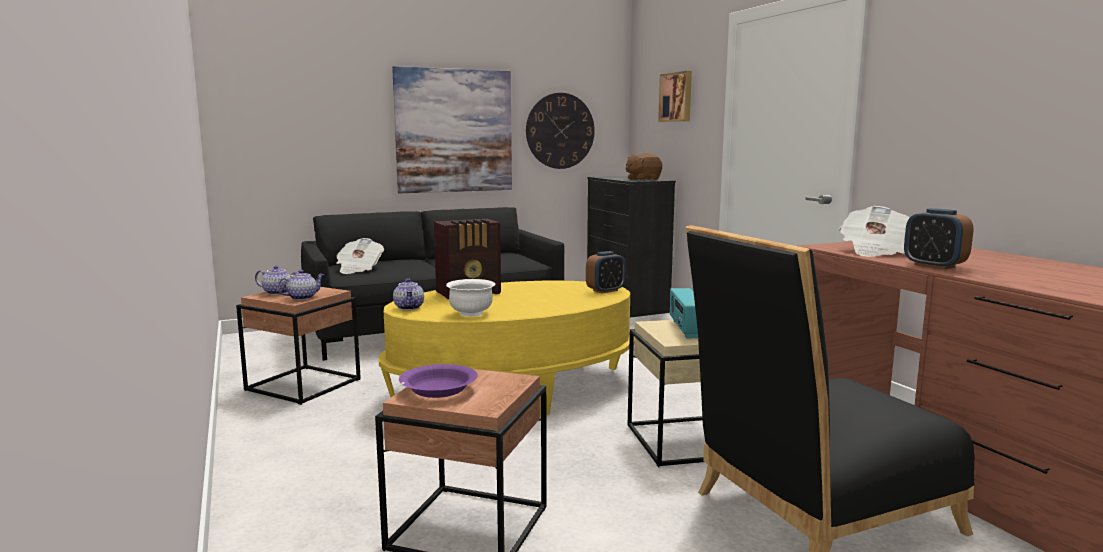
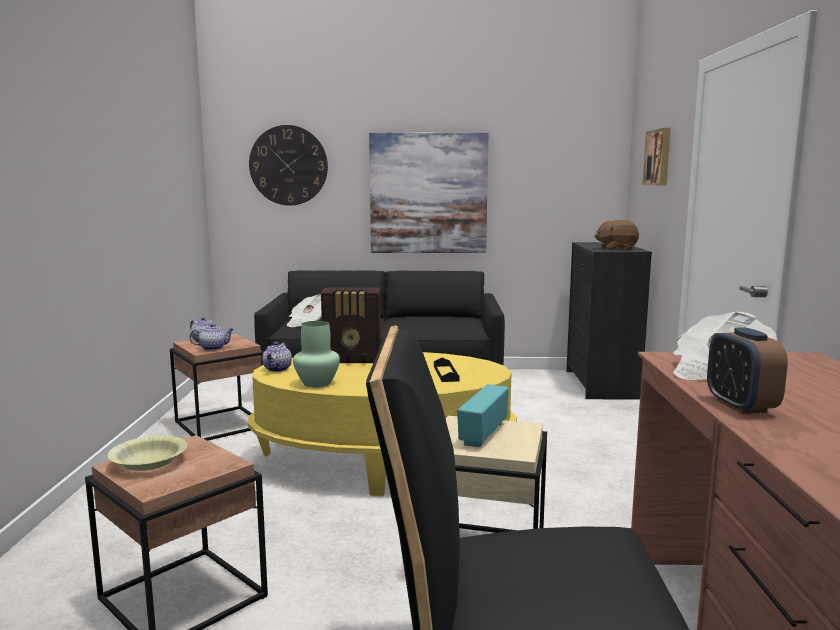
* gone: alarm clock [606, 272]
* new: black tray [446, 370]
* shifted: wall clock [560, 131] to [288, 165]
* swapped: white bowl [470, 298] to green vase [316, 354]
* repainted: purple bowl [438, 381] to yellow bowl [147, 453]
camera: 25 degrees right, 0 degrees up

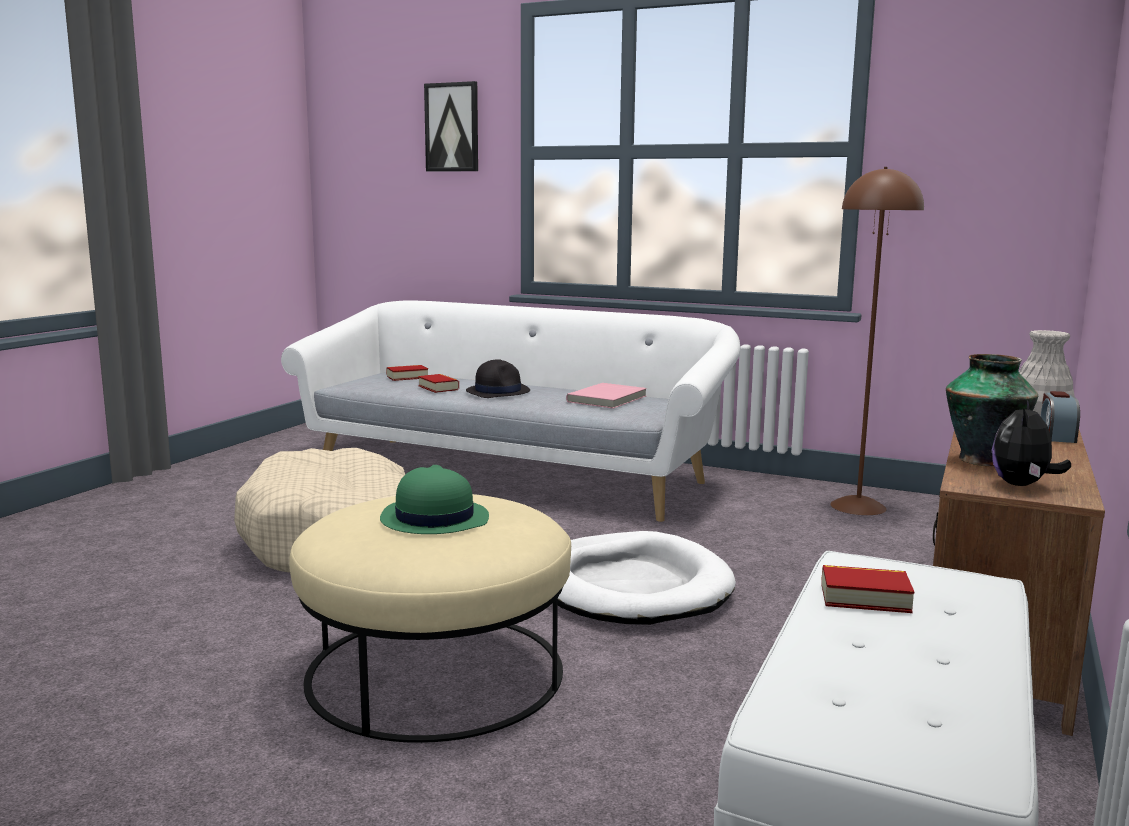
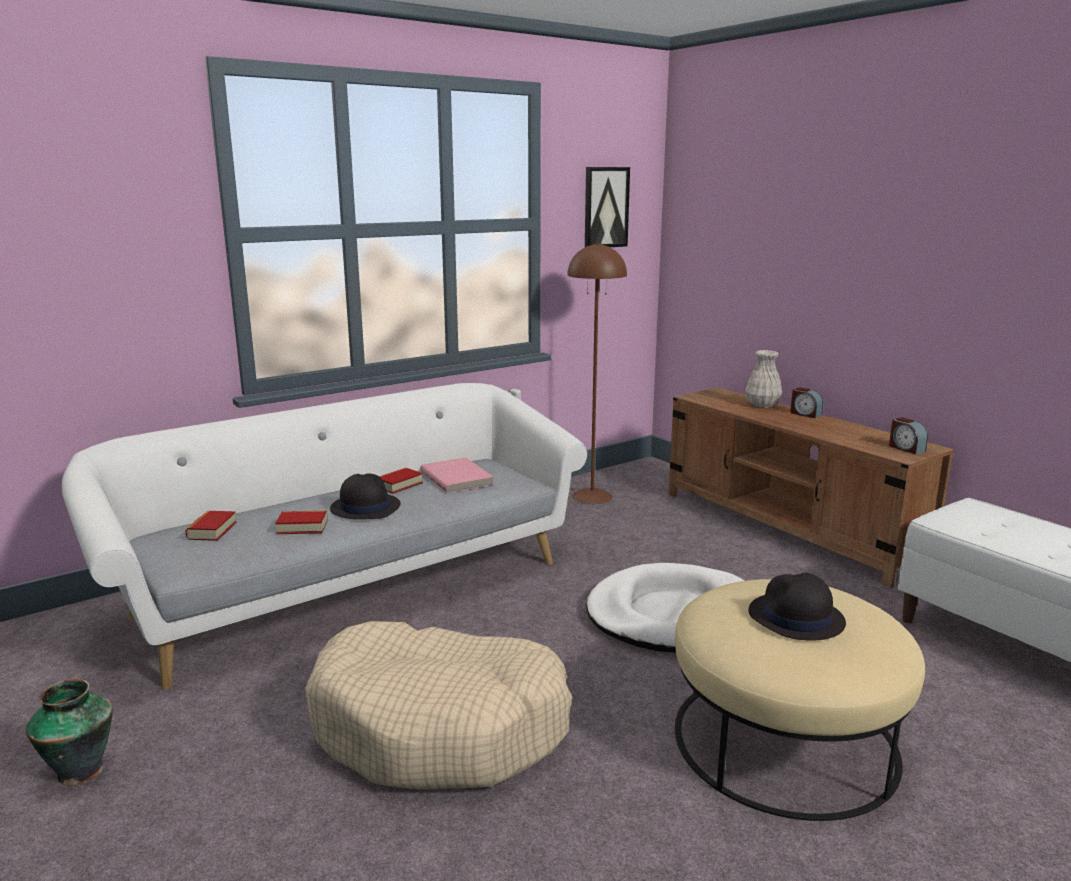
* shifted: picture [451, 126] to [607, 207]
* shifted: book [867, 589] to [401, 481]
* shifted: vase [992, 410] to [69, 732]
* swapped: plush toy [1031, 443] to alarm clock [908, 435]
* repainted: green hat [434, 499] to black hat [797, 607]
camera: 60 degrees left, 5 degrees up

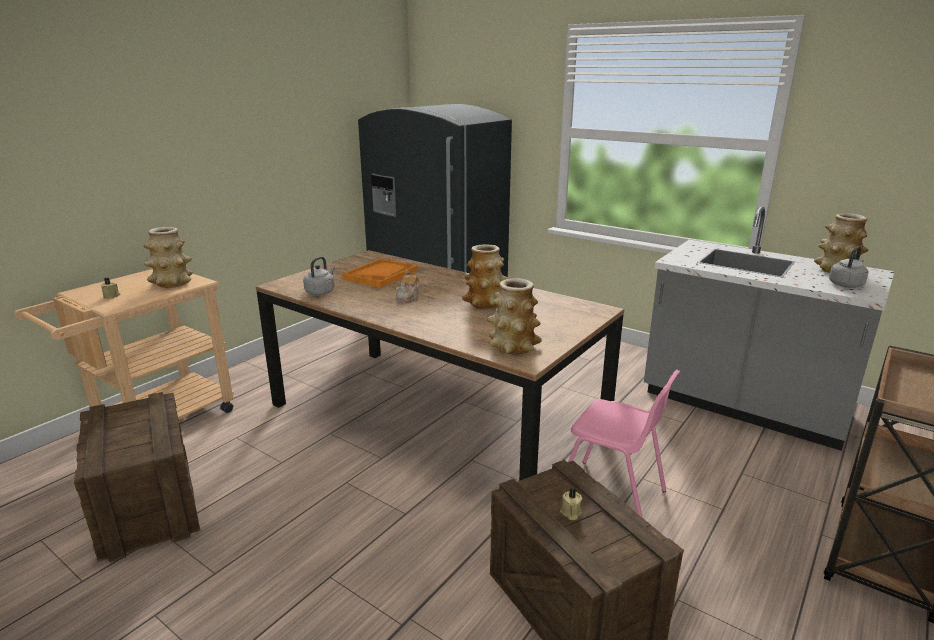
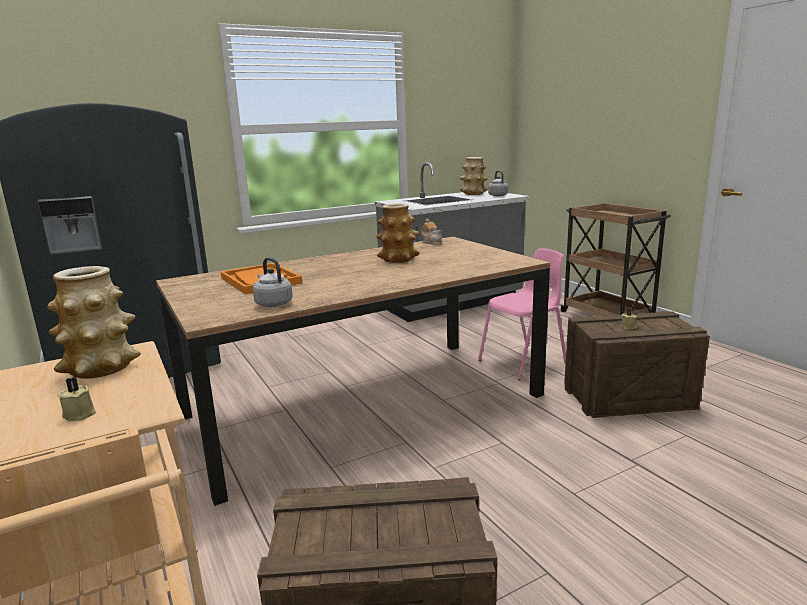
* gone: vase [514, 316]
* shifted: teapot [407, 286] to [431, 231]
camera: 65 degrees left, 5 degrees down

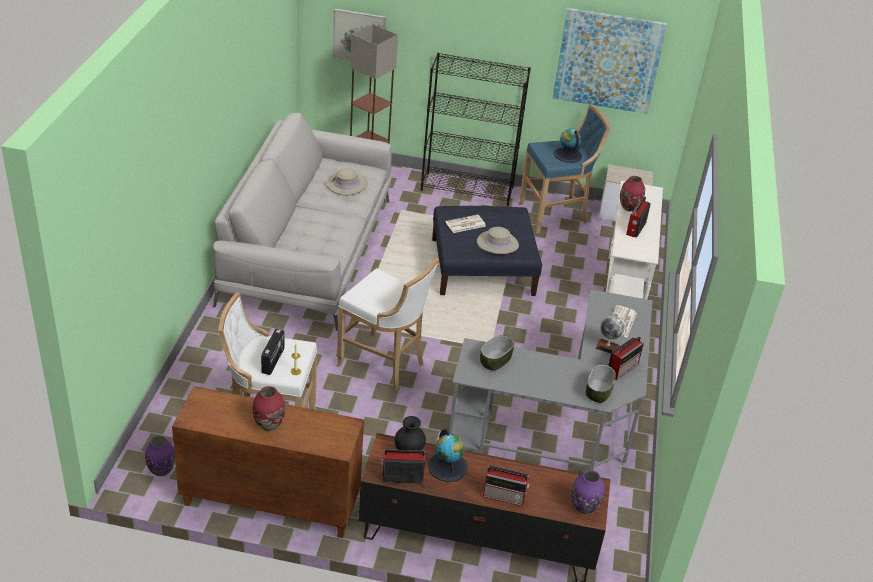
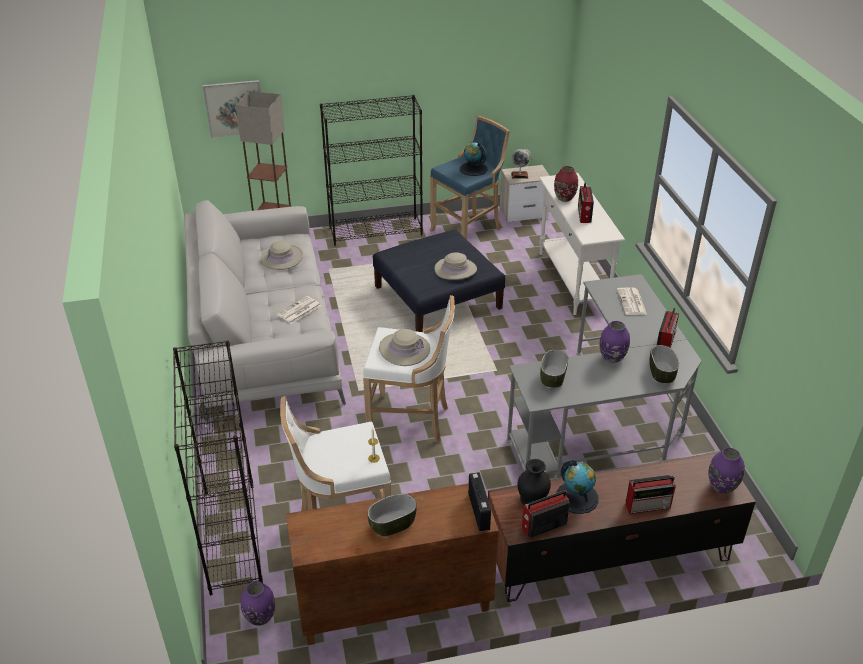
* gone: picture [610, 61]
* new: black bookcase [218, 467]
* new: beige hat [404, 347]
* new: purple vase [615, 342]
* shifted: radio [272, 352] to [479, 501]
* shifted: newspaper [465, 224] to [299, 310]
* shifted: globe [611, 334] to [521, 164]
* swapped: red vase [268, 408] to bowl [392, 515]
camera: 20 degrees left, 0 degrees up

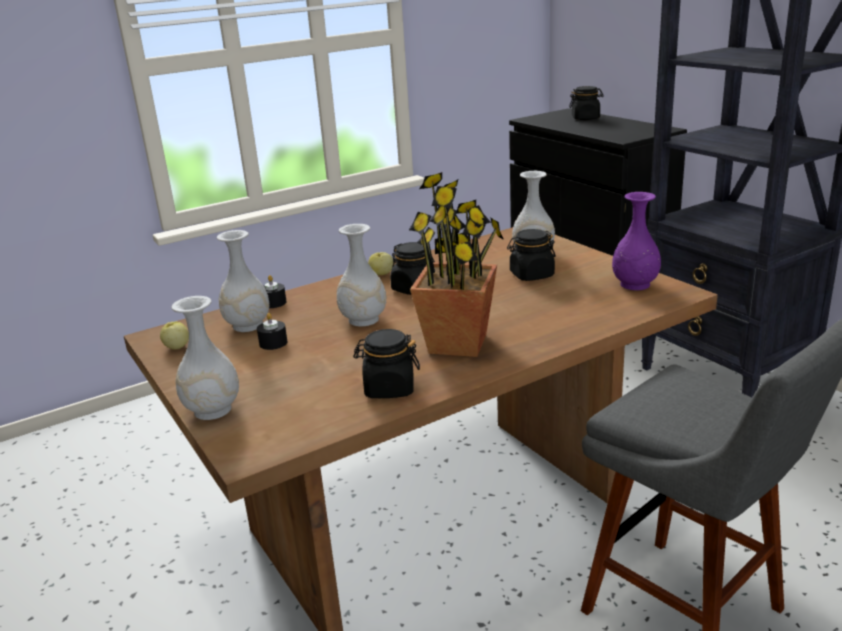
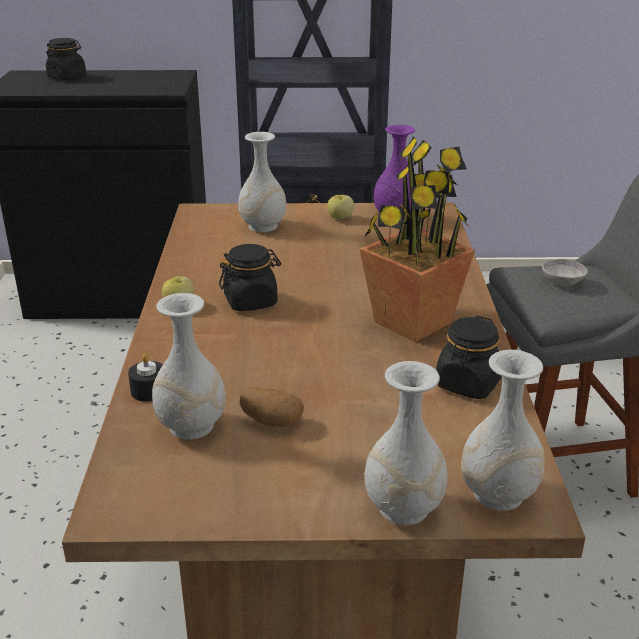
* gone: black jar [531, 255]
* new: grey bowl [565, 272]
* shifted: apple [174, 336] to [340, 207]
* shifted: white vase [362, 275] to [502, 430]
* swapped: black candle [272, 331] to potato [272, 407]
camera: 60 degrees left, 5 degrees up

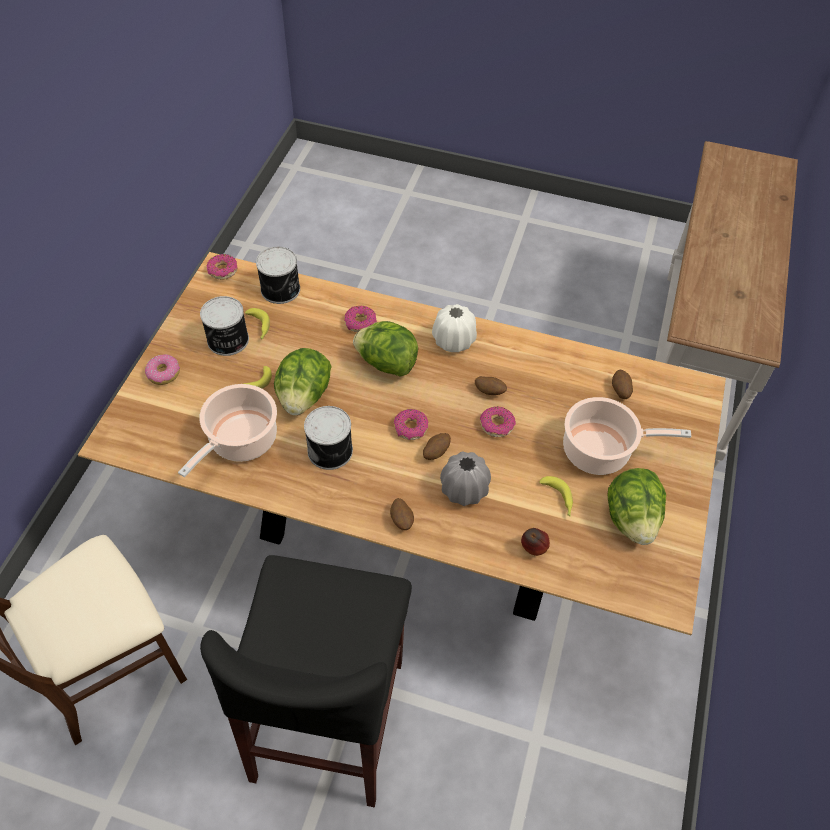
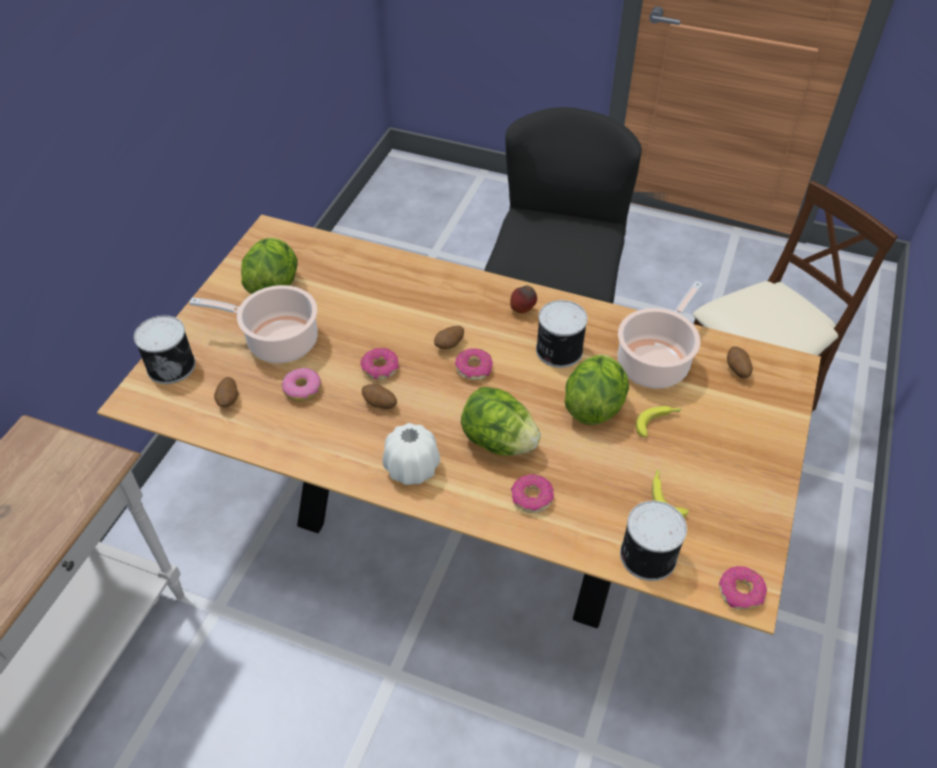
* gone: grey vase [465, 478]
* gone: banana [556, 496]
* shifted: donut [162, 369] to [301, 385]
* shifted: can [224, 326] to [165, 349]
* shifted: potato [402, 514] to [740, 362]
* shifted: apple [535, 542] to [523, 300]
camera: 175 degrees left, 5 degrees down

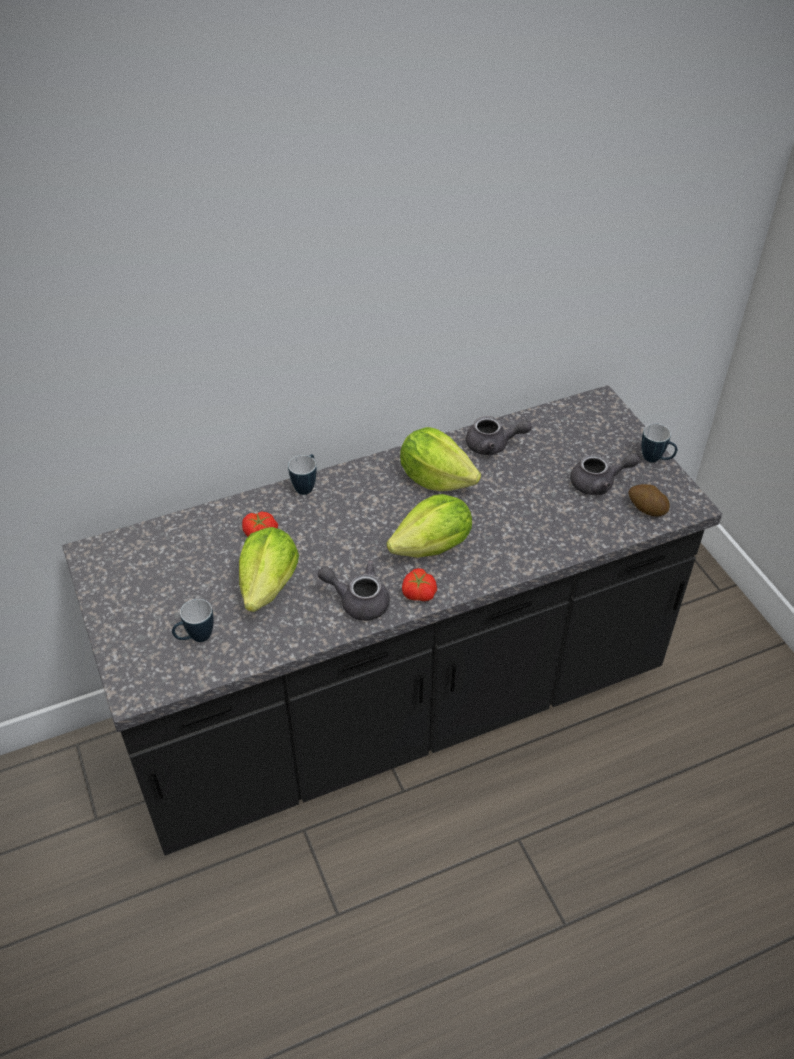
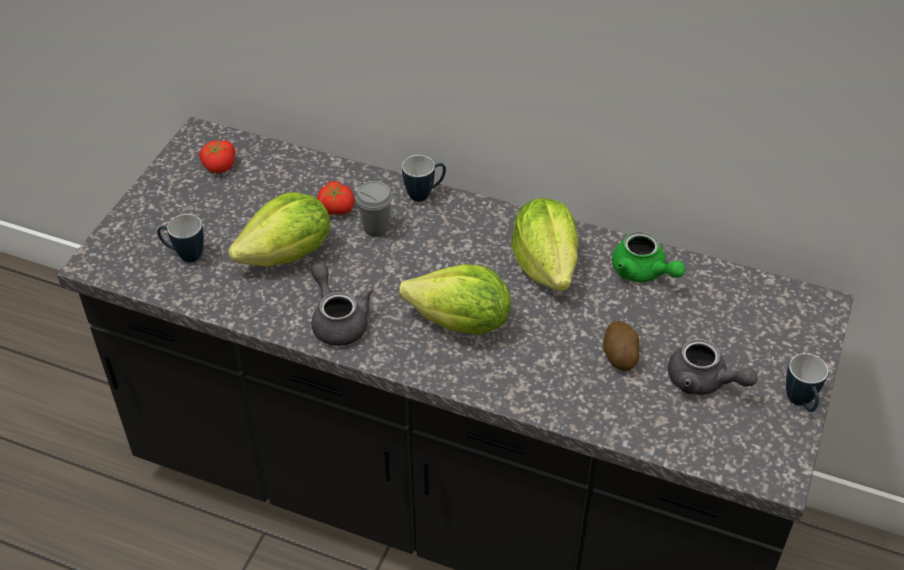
* new: grey cup [374, 209]
* shifted: tomato [419, 584] to [217, 156]
* shifted: potato [649, 500] to [621, 346]
* repainted: grey teapot [499, 435] to green teapot [648, 256]
camera: 45 degrees right, 0 degrees up

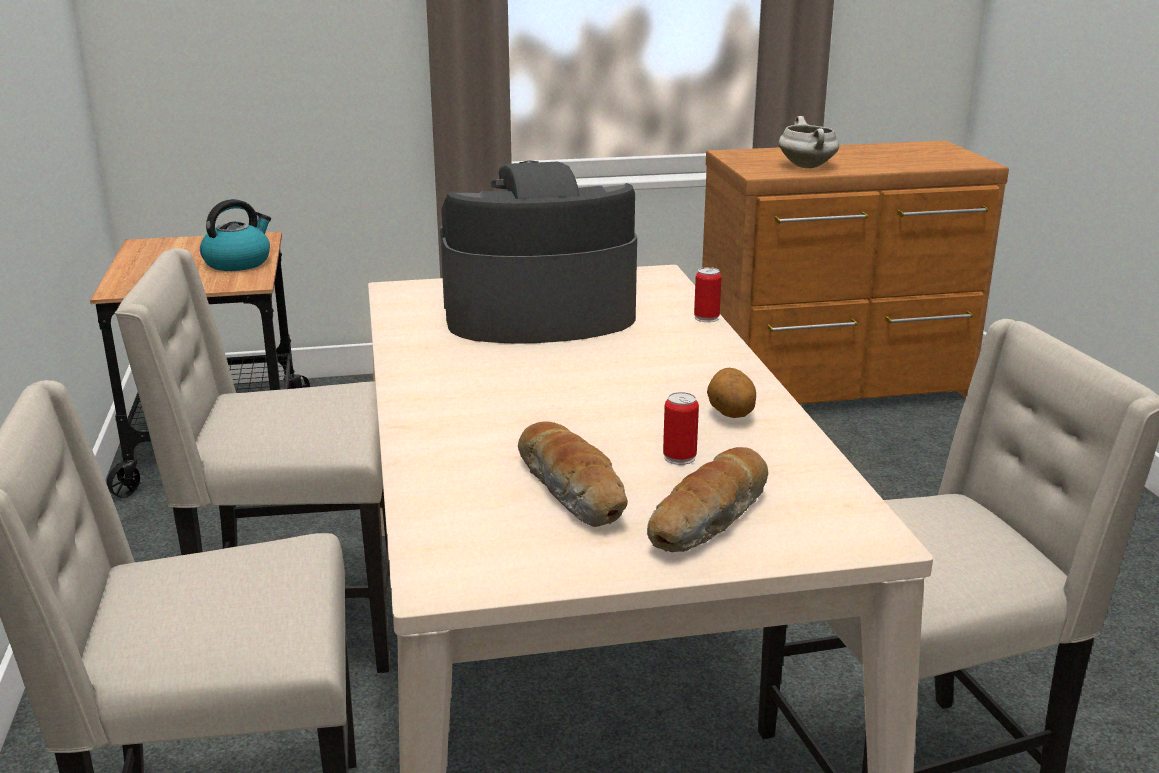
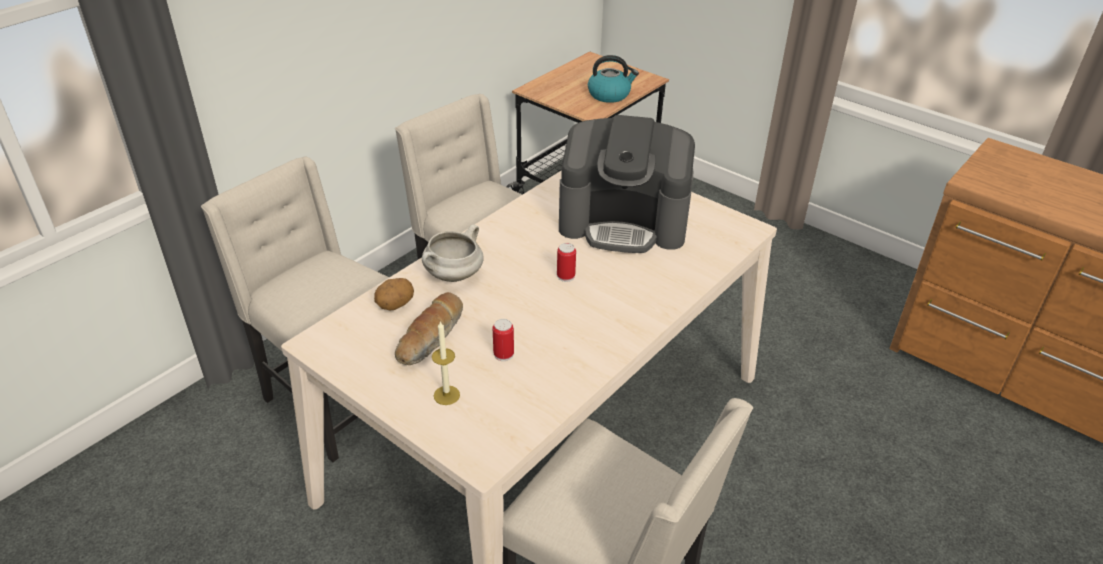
* shifted: can [708, 294] to [566, 262]
* shifted: potato [731, 393] to [394, 294]
* shifted: white cooking pot [809, 142] to [453, 253]
* swapped: bread [707, 499] to candle [446, 363]
* rotated: coffee machine [538, 252] = [627, 184] 150 degrees clockwise
camera: 50 degrees right, 15 degrees up

